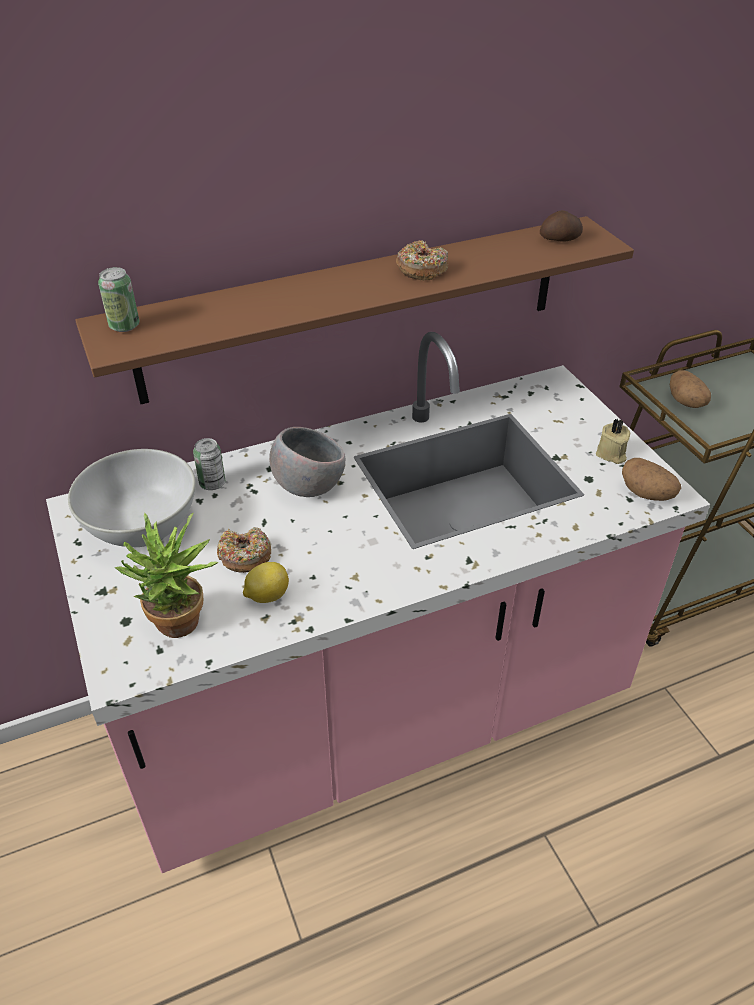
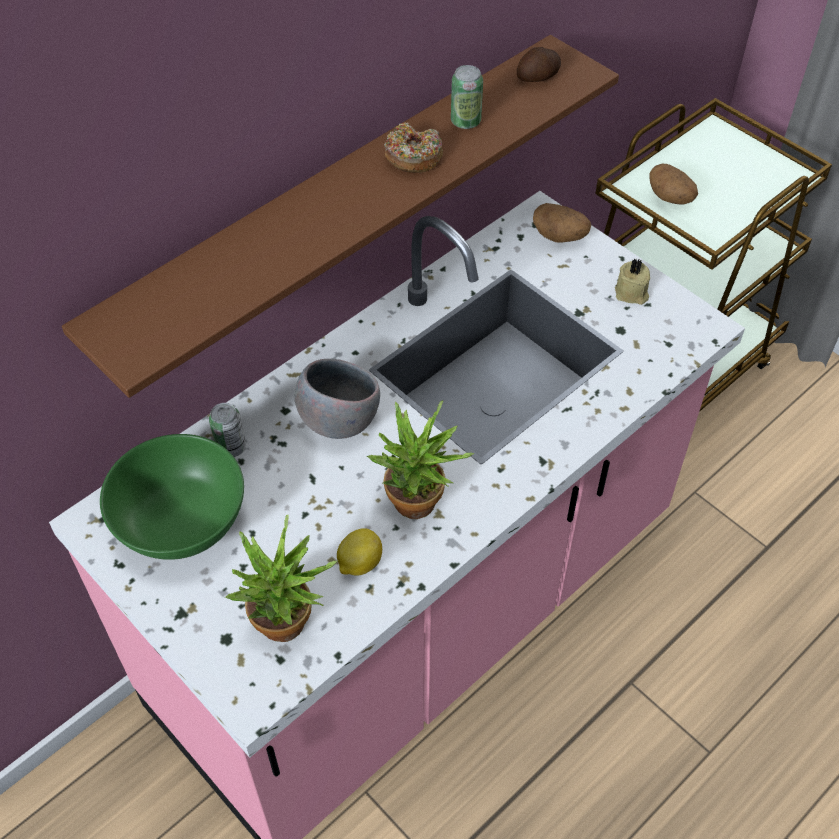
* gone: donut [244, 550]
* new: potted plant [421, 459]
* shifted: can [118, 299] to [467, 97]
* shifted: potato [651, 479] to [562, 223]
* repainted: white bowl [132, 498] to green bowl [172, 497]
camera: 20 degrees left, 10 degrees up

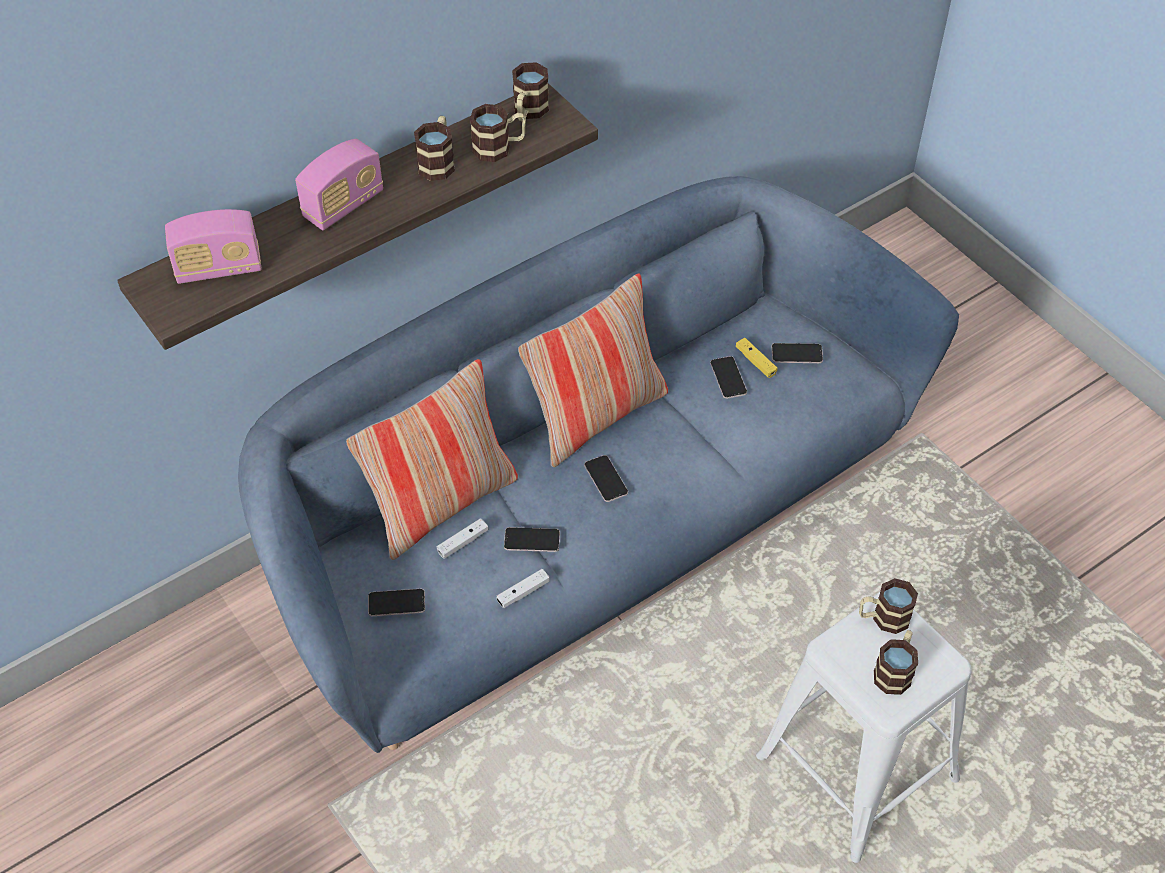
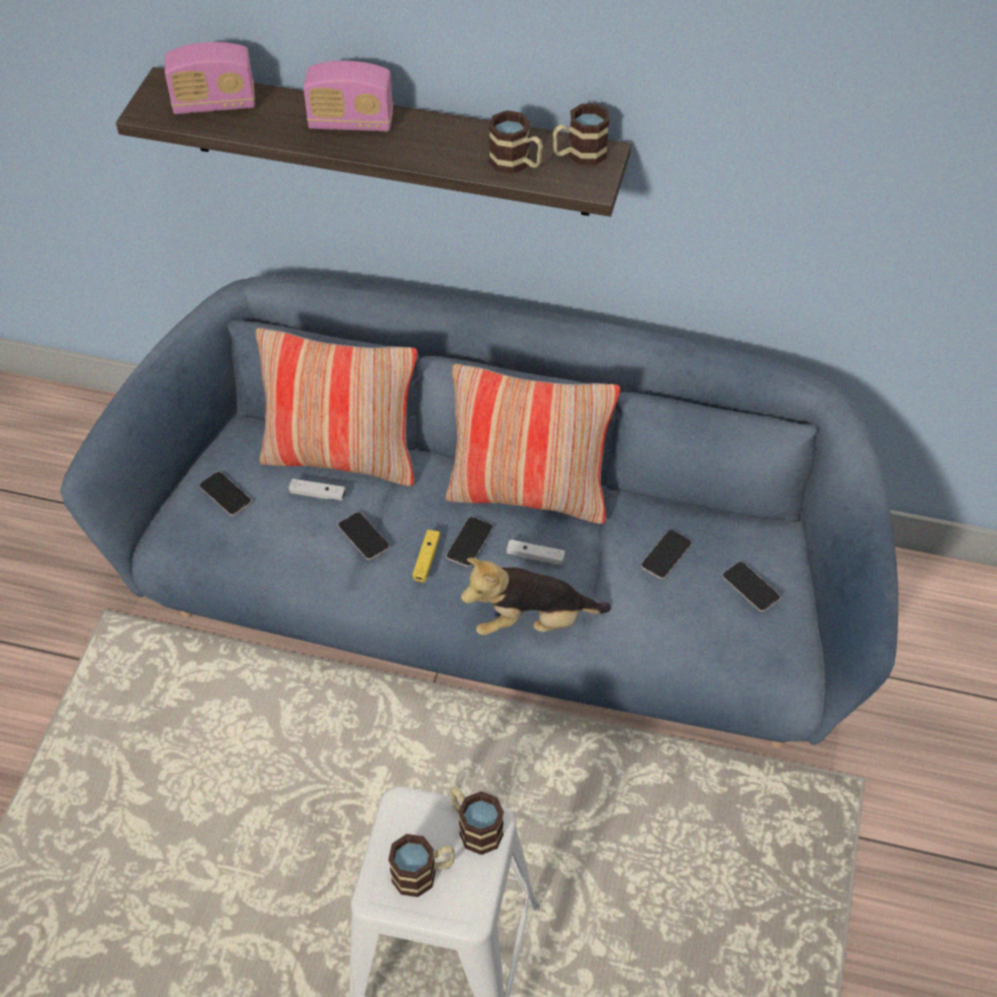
* gone: mug [434, 148]
* new: plush toy [536, 596]
* shifted: white game controller [523, 588] to [535, 552]
* shifted: yellow game controller [757, 358] to [426, 556]
* rotated: radio [213, 246] = [210, 78] 45 degrees counterclockwise
camera: 50 degrees right, 0 degrees up

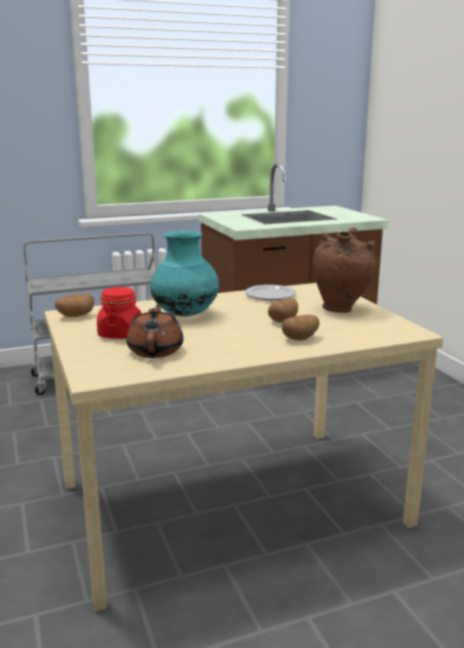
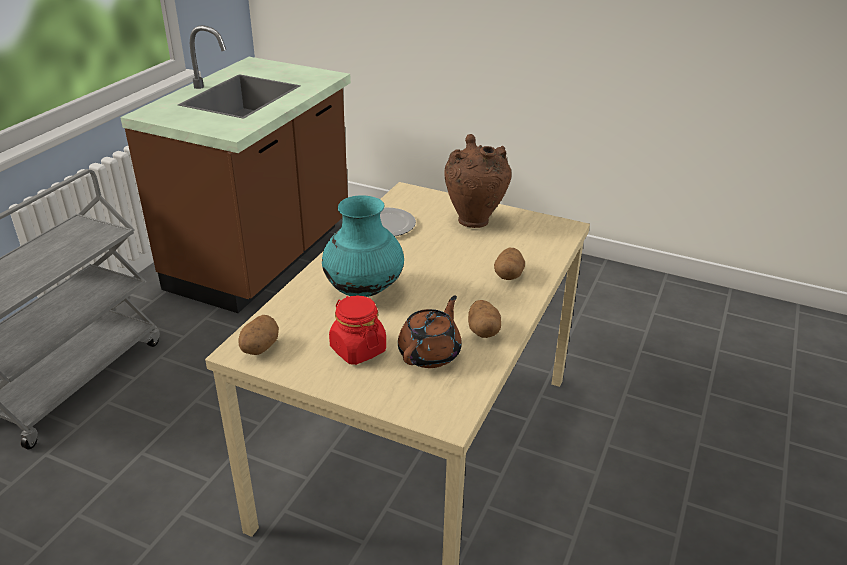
* shifted: potato [283, 310] to [484, 319]
* rotated: brown teapot [154, 331] = [430, 332] 75 degrees clockwise
camera: 45 degrees left, 15 degrees up

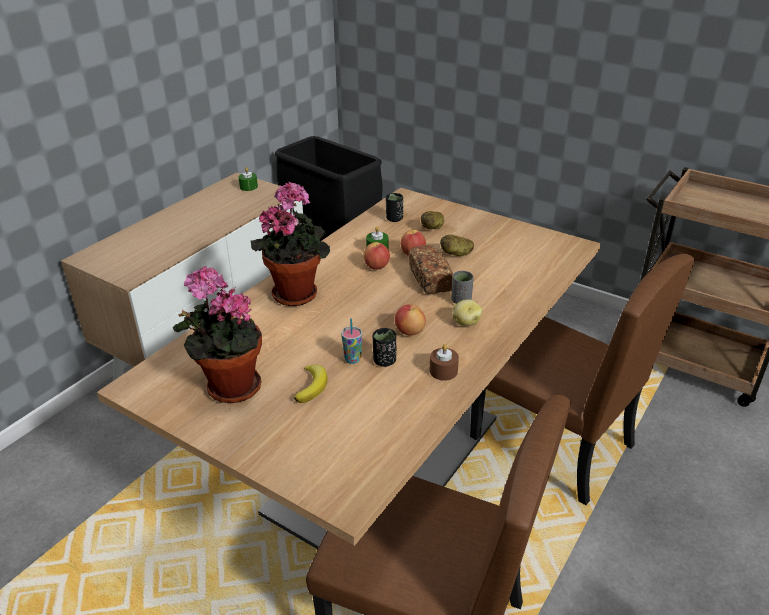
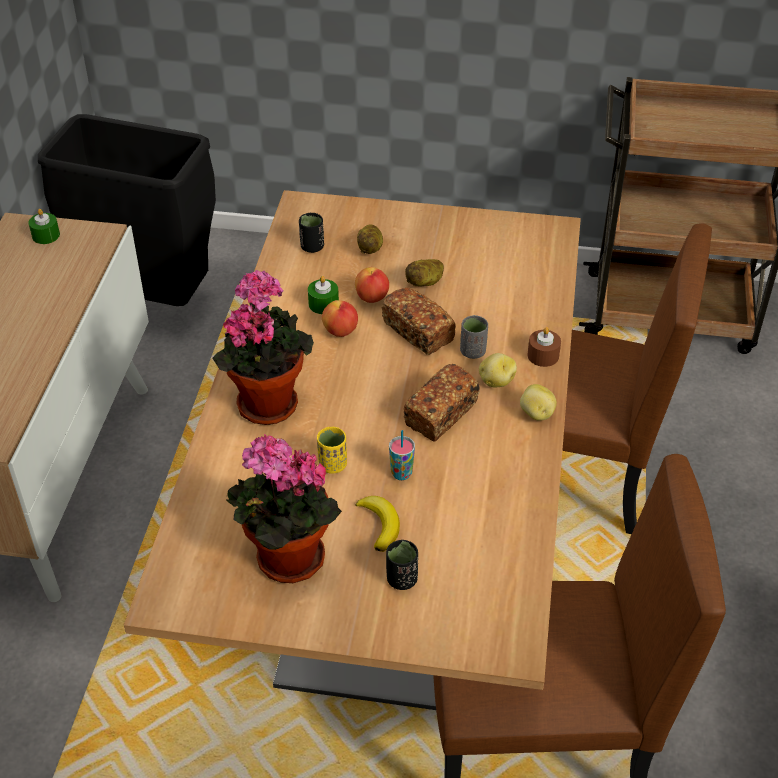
* new: yellow cup [332, 450]
* new: potato [538, 402]
* shifted: black cup [384, 347] to [402, 565]
* shifted: brown candle [444, 362] to [544, 347]
* swapped: apple [410, 320] to bread [442, 403]
camera: 25 degrees left, 10 degrees up

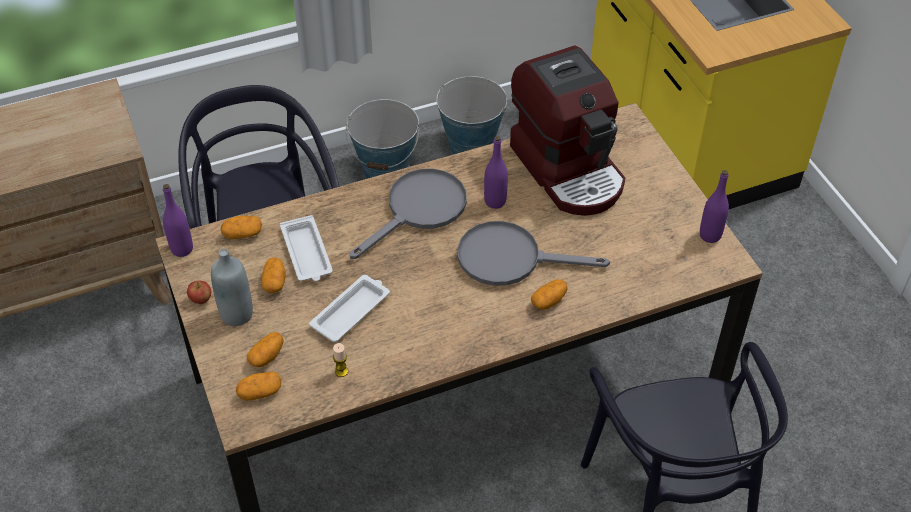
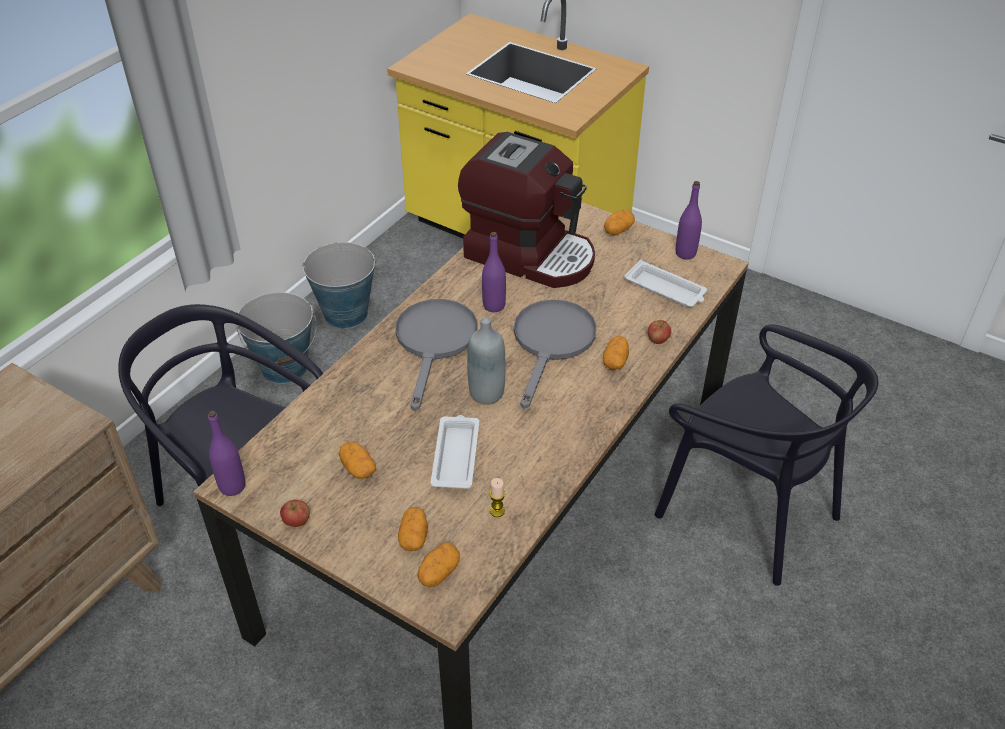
* new: apple [659, 332]
* shifted: grey bottle [232, 287] to [486, 361]
* shifted: potato [241, 227] to [619, 222]
* shifted: white tray [306, 248] to [665, 283]
* rotated: grey frying pan [534, 253] = [555, 354] 135 degrees clockwise
camera: 35 degrees left, 5 degrees down

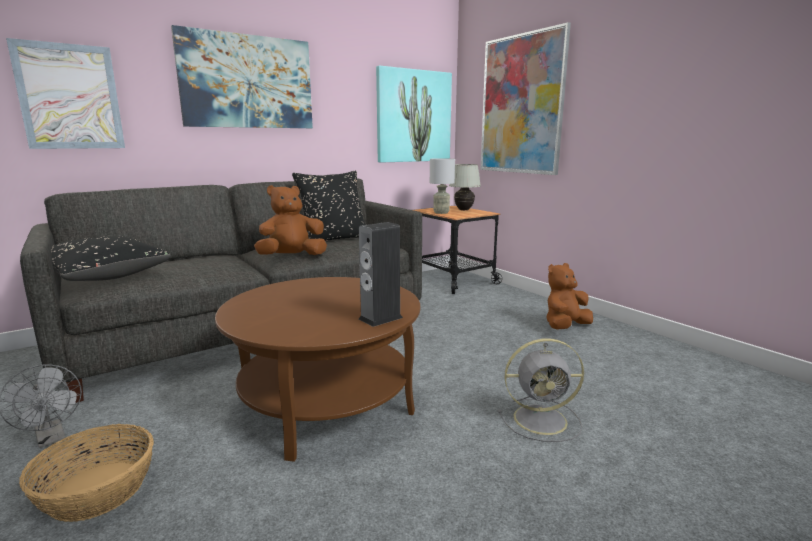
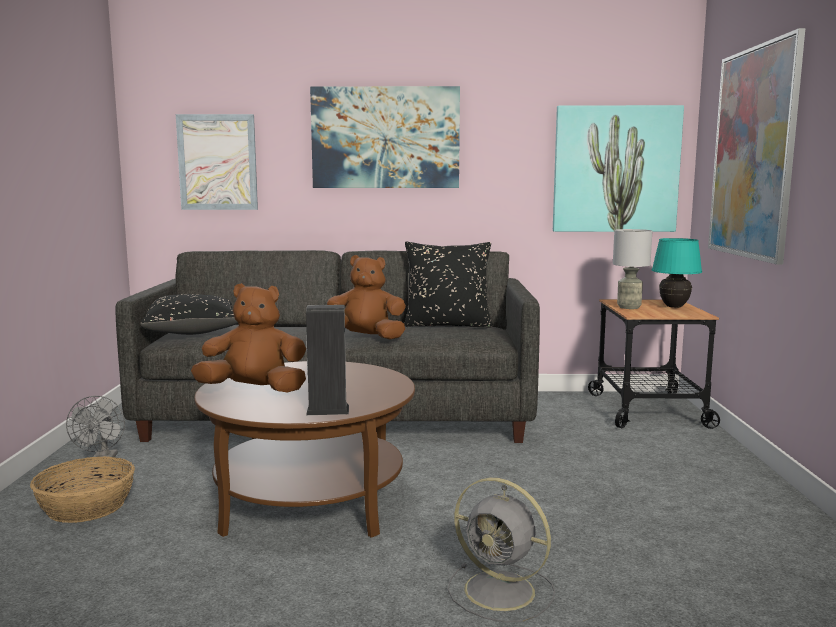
* shifted: brown plush toy [570, 296] to [248, 338]
* repainted: white table lamp [465, 187] to turquoise table lamp [677, 273]
camera: 35 degrees right, 5 degrees down

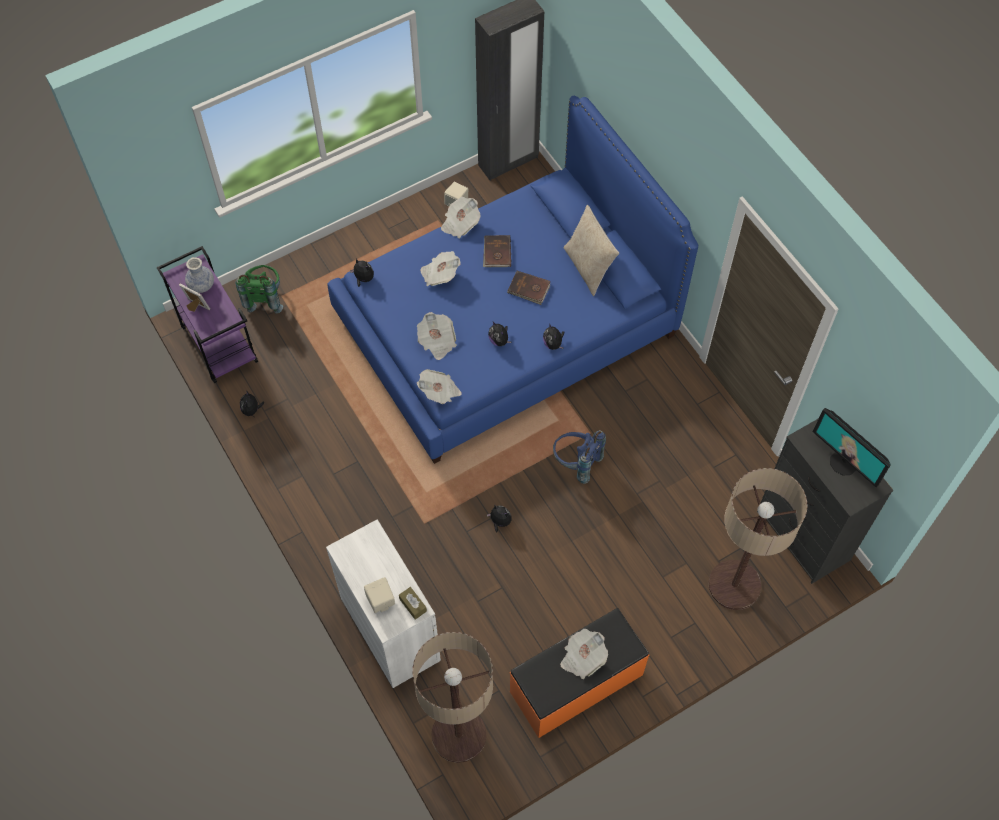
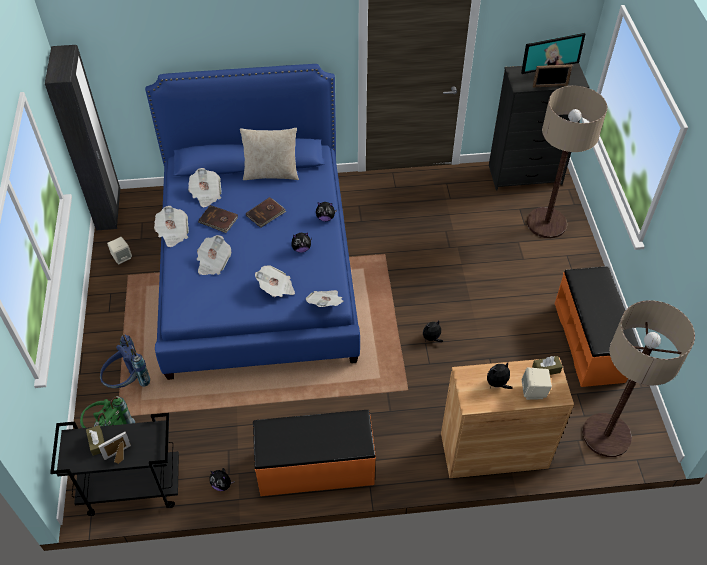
* new: orange bench [314, 453]
* new: picture frame [553, 75]
* shifted: plush toy [362, 272] to [499, 376]
* shifted: blue backpack [579, 457] to [125, 361]
* shifted: newspaper [584, 654] to [204, 187]
* swapped: vase [199, 275] to brown tissue box [95, 440]
* repainted: purple cart [207, 314] to black cart [114, 464]
* repainted: white cabinet [383, 603] to brown cabinet [507, 417]
camera: 65 degrees left, 10 degrees down

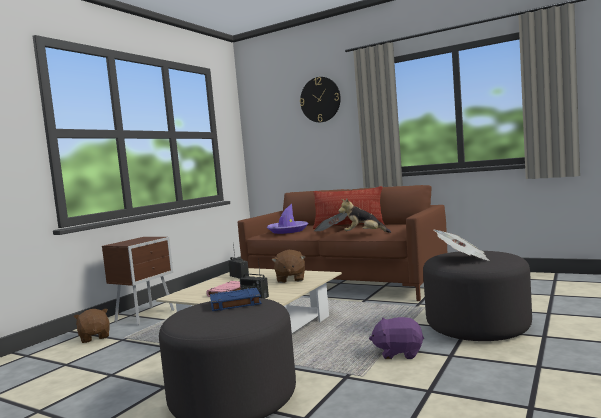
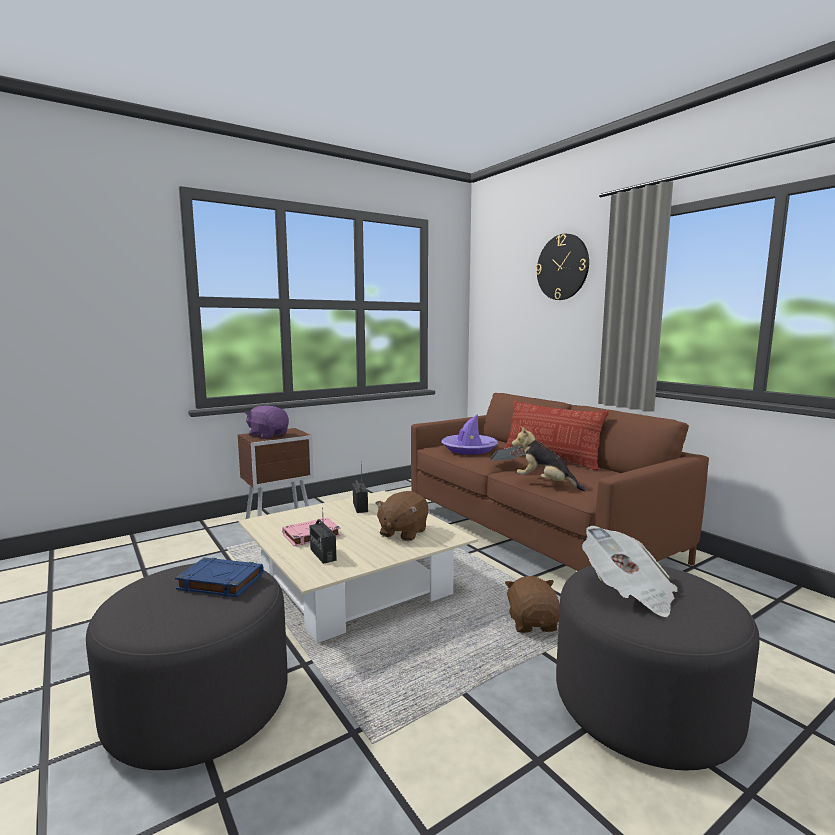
* shifted: brown plush toy [91, 326] to [532, 604]
* shifted: purple plush toy [396, 338] to [267, 422]
camera: 25 degrees right, 5 degrees up

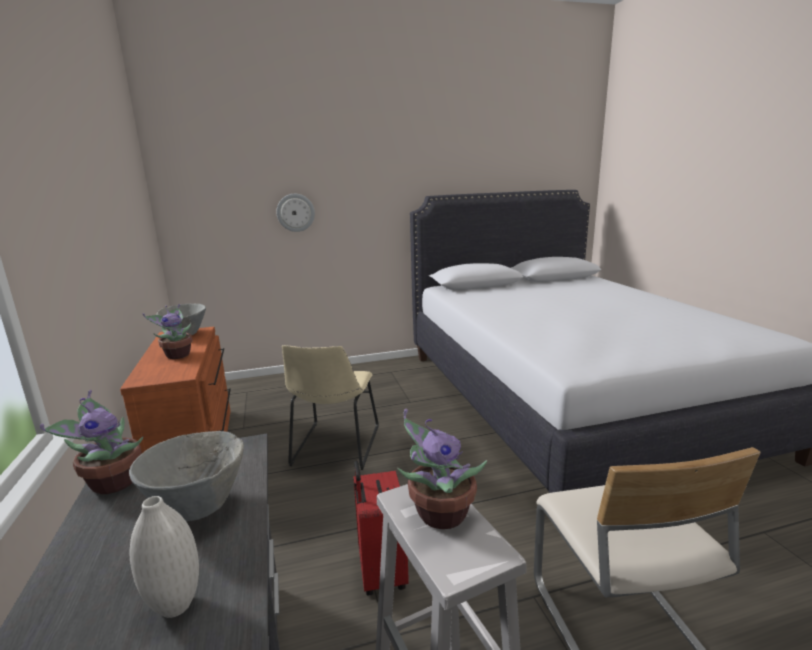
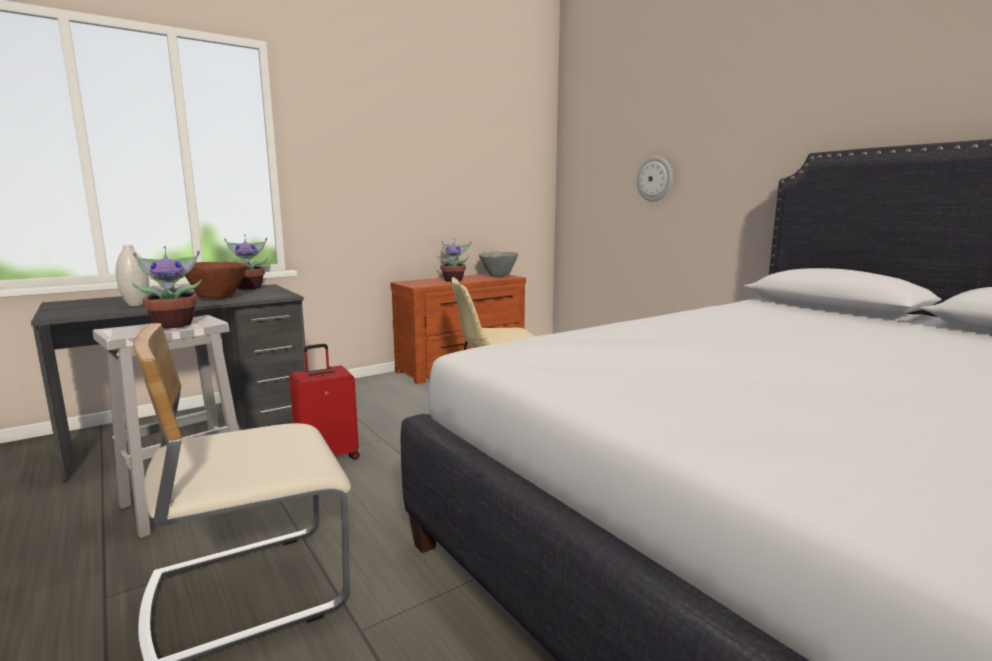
* repainted: grey bowl [186, 476] to brown bowl [216, 280]
camera: 70 degrees right, 5 degrees down

